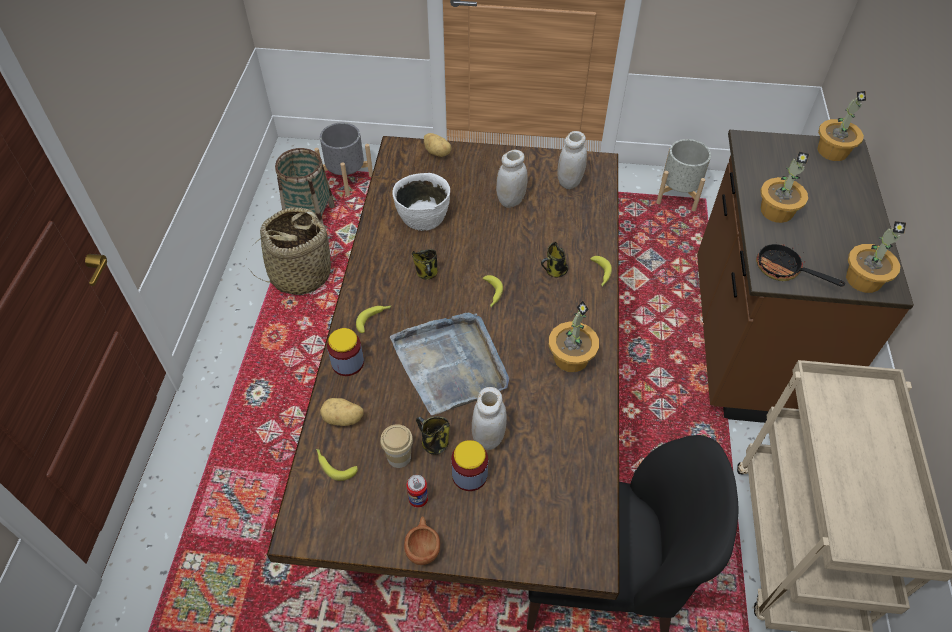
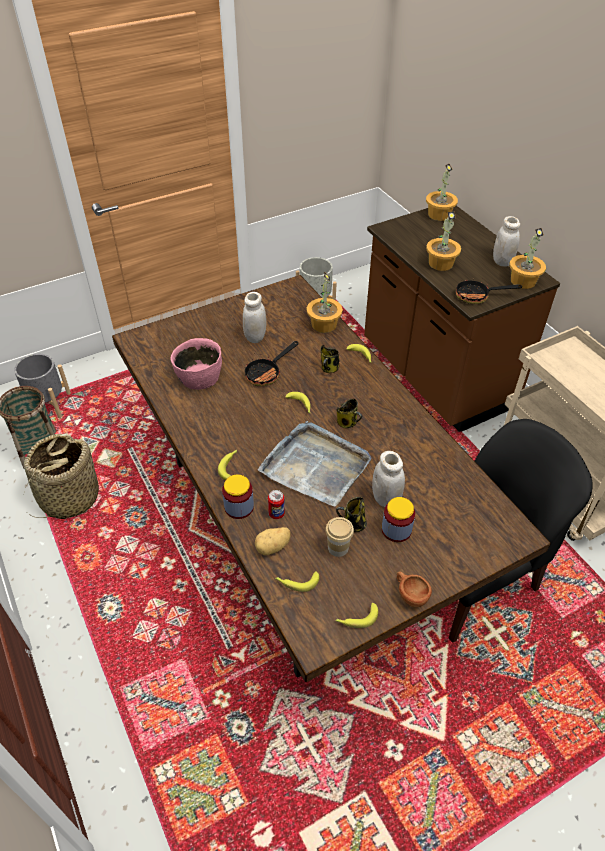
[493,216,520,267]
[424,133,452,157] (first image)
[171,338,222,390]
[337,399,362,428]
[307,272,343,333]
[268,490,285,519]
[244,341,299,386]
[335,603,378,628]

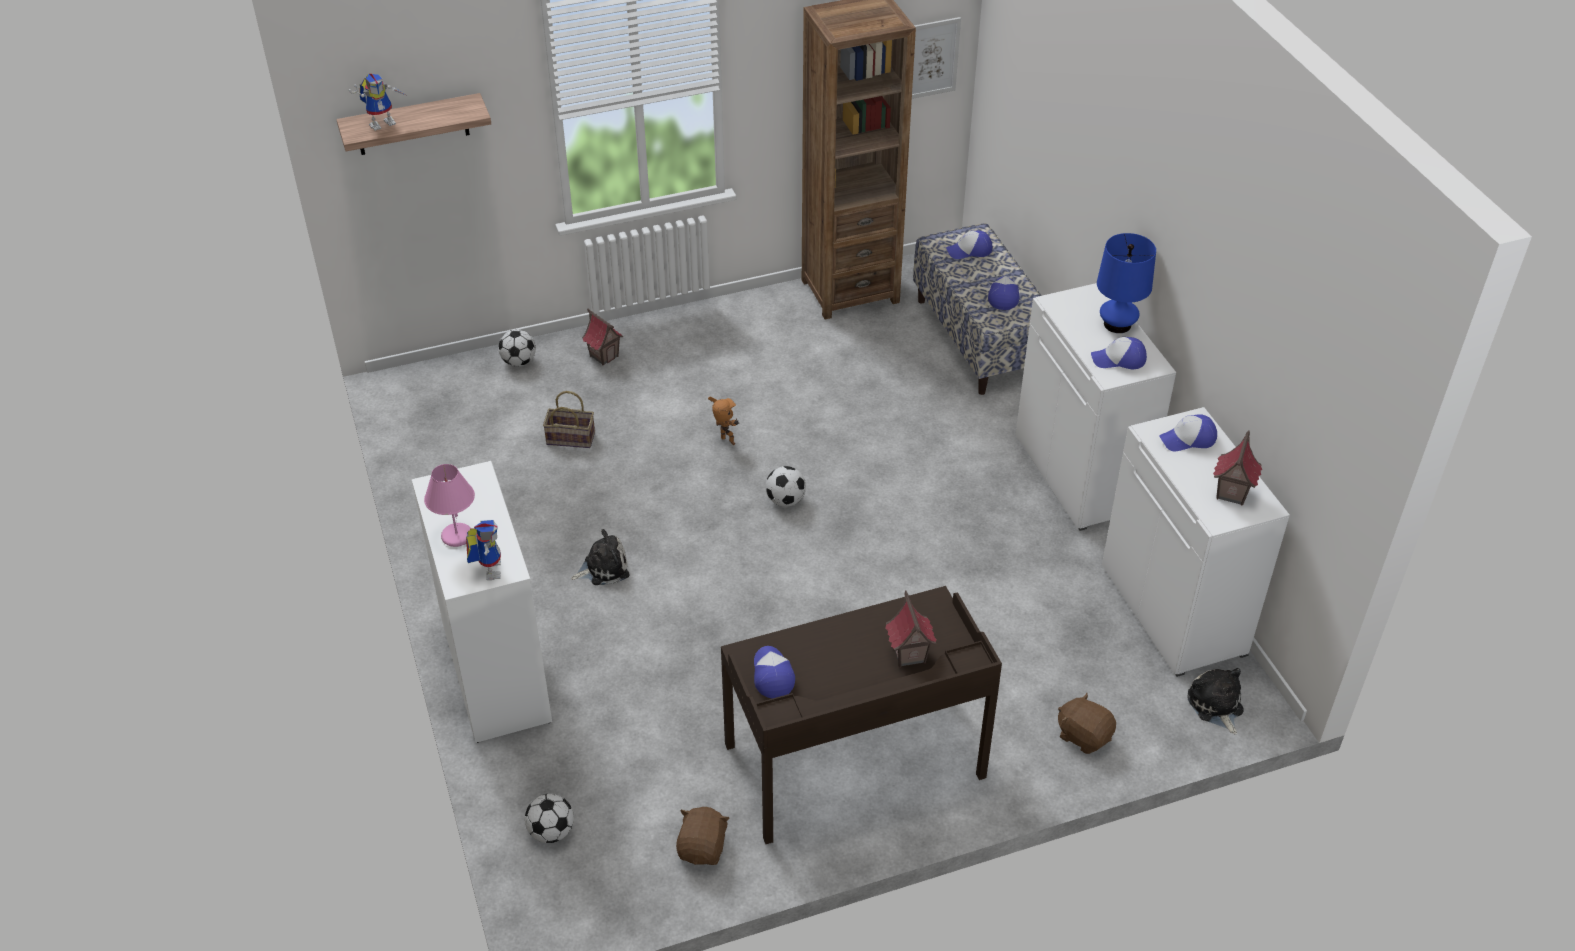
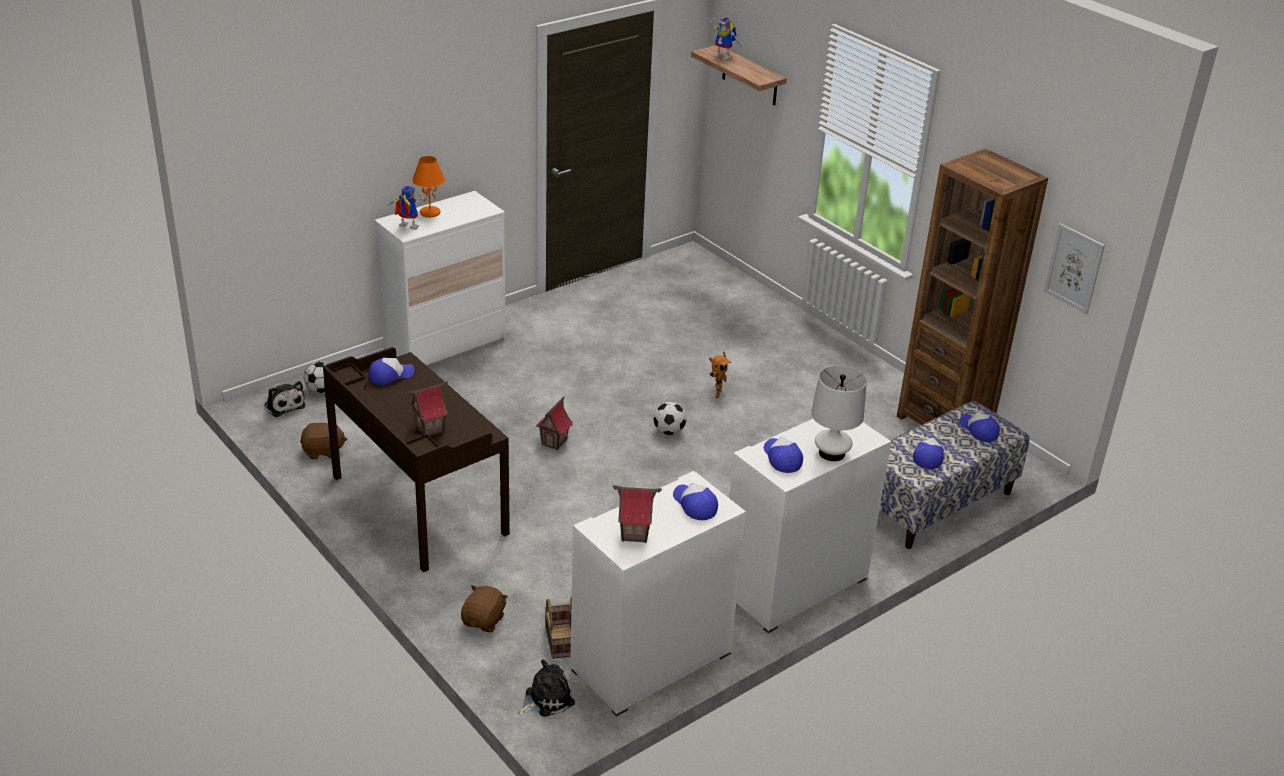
[811,365,867,461]
[913,438,944,469]
[536,396,573,450]
[498,329,536,366] (first image)
[544,597,572,659]
[412,156,445,217]
[386,186,426,230]
[264,381,305,417]

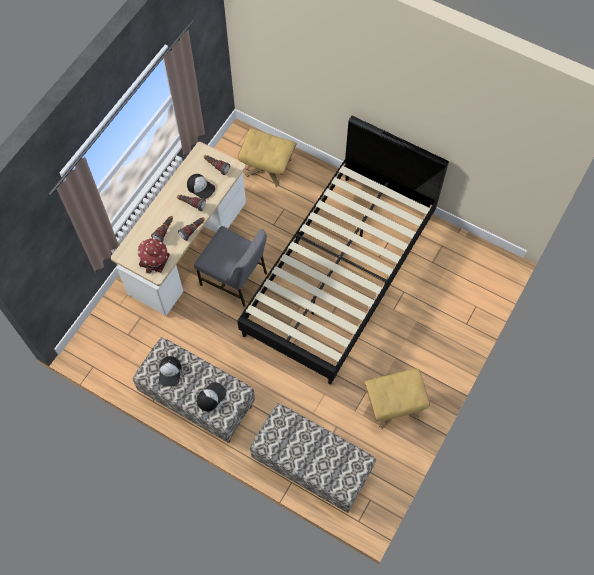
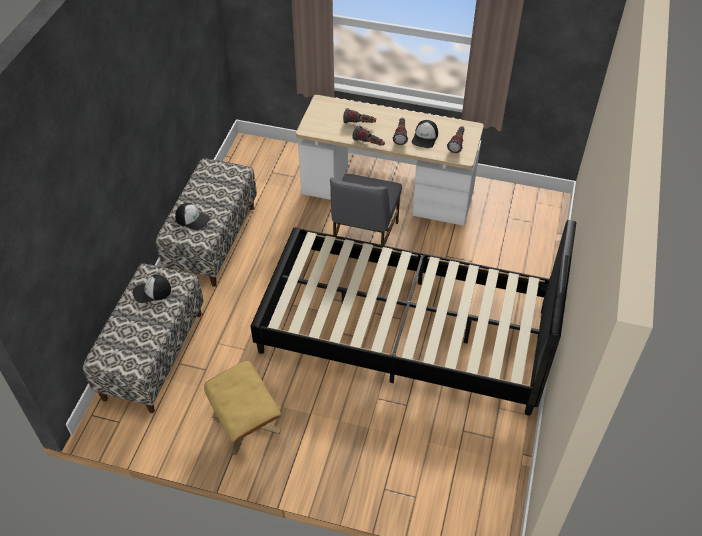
[238,128,297,187] (first image)
[138,238,170,274] (first image)
[133,275,171,303]

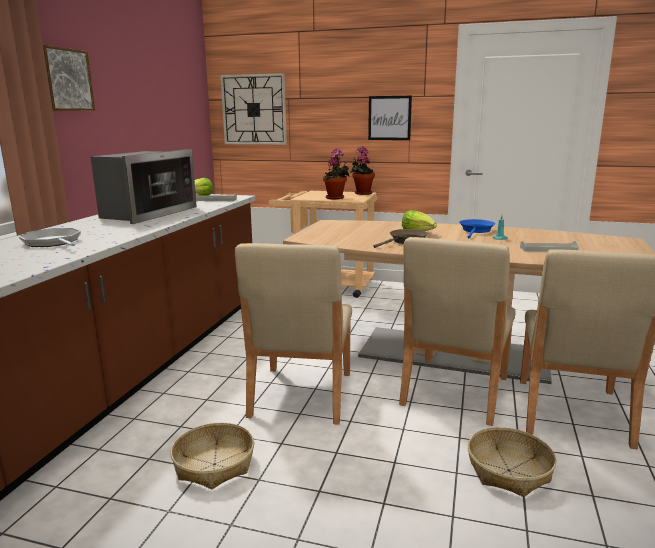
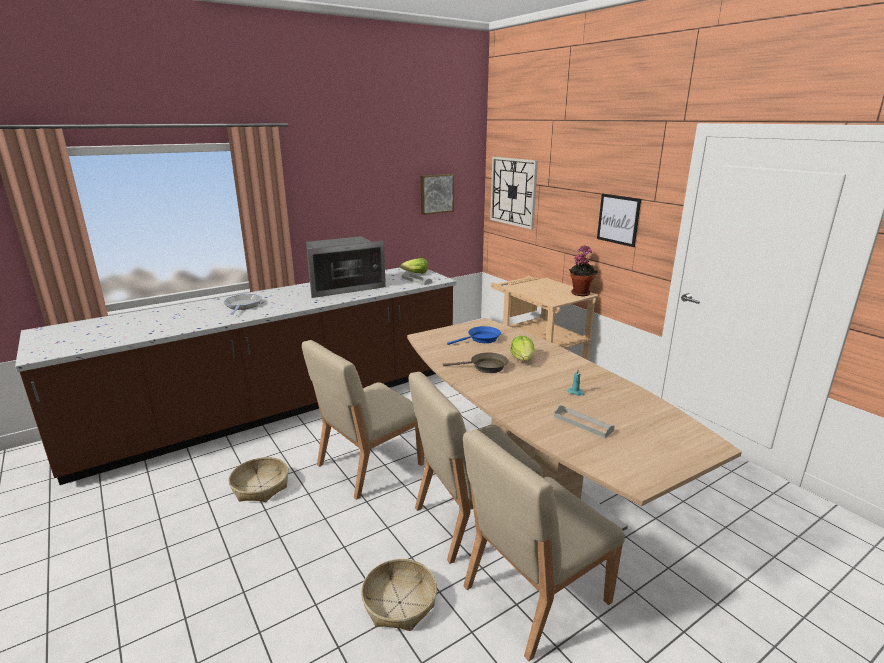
[421,174,454,215]
[323,148,349,200] (first image)
[447,326,501,345]

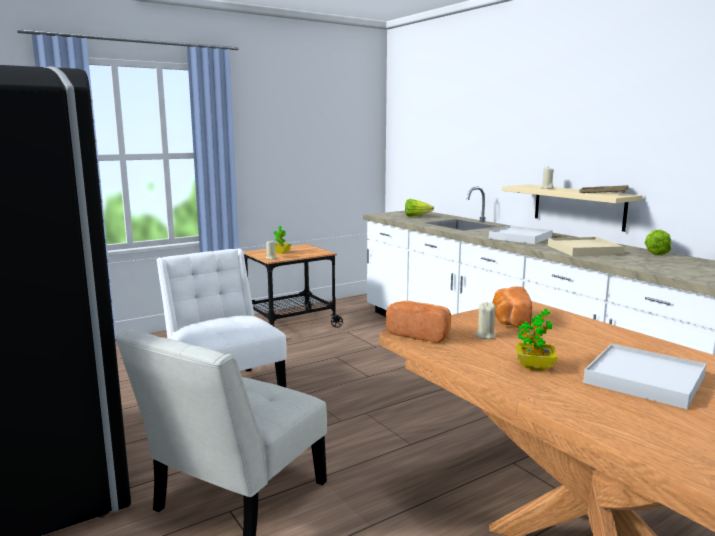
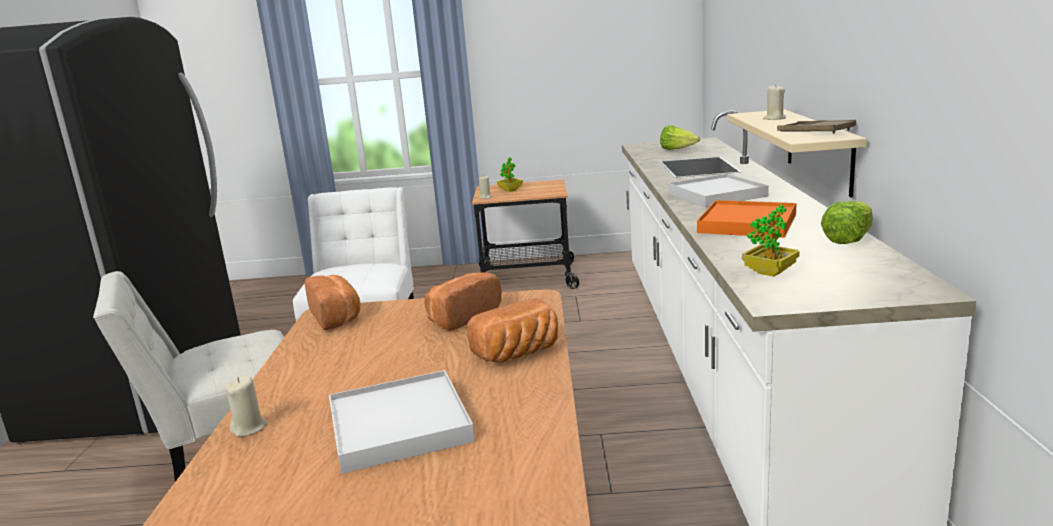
[697,200,796,238]
[225,376,268,437]
[742,205,800,277]
[467,298,558,363]

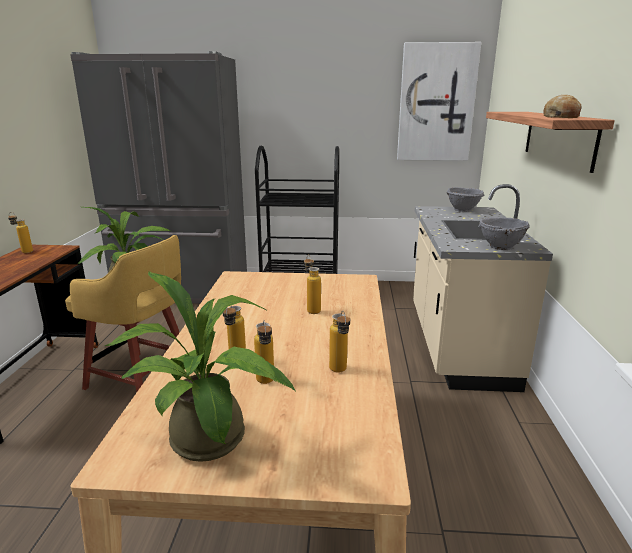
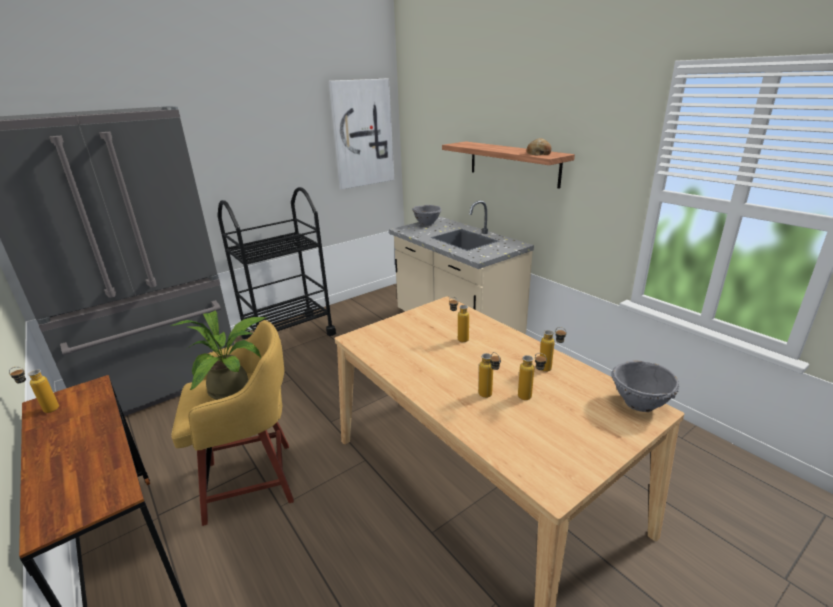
[611,361,679,412]
[105,271,296,462] (first image)

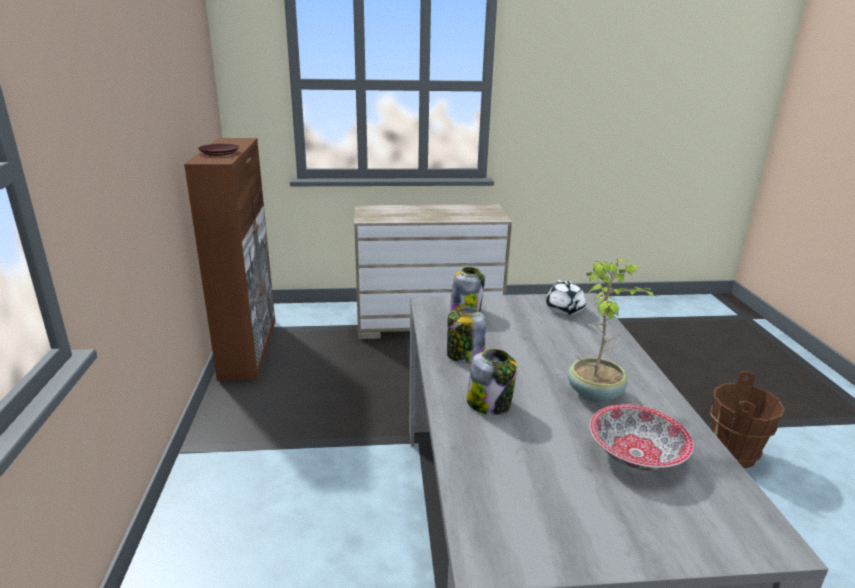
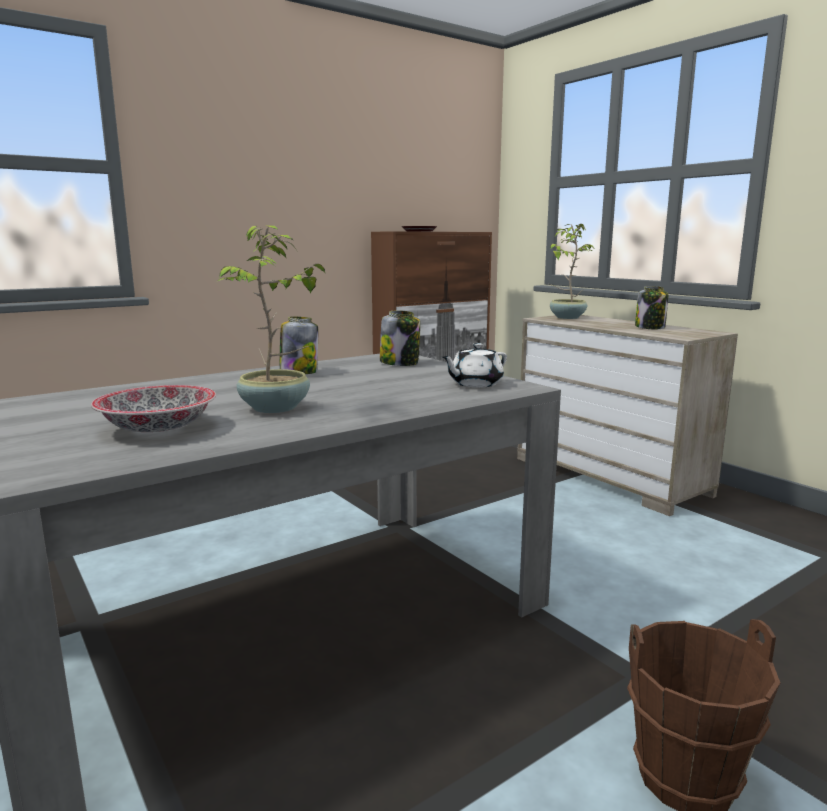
[635,286,668,329]
[550,224,594,319]

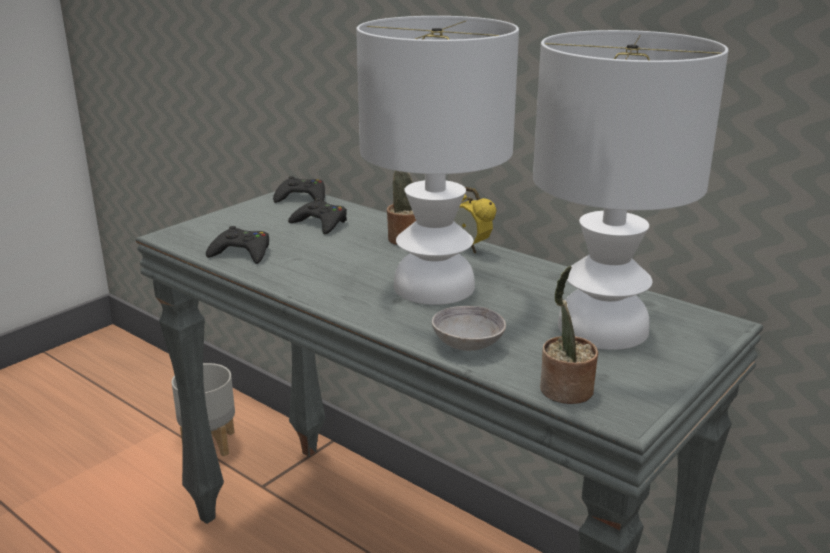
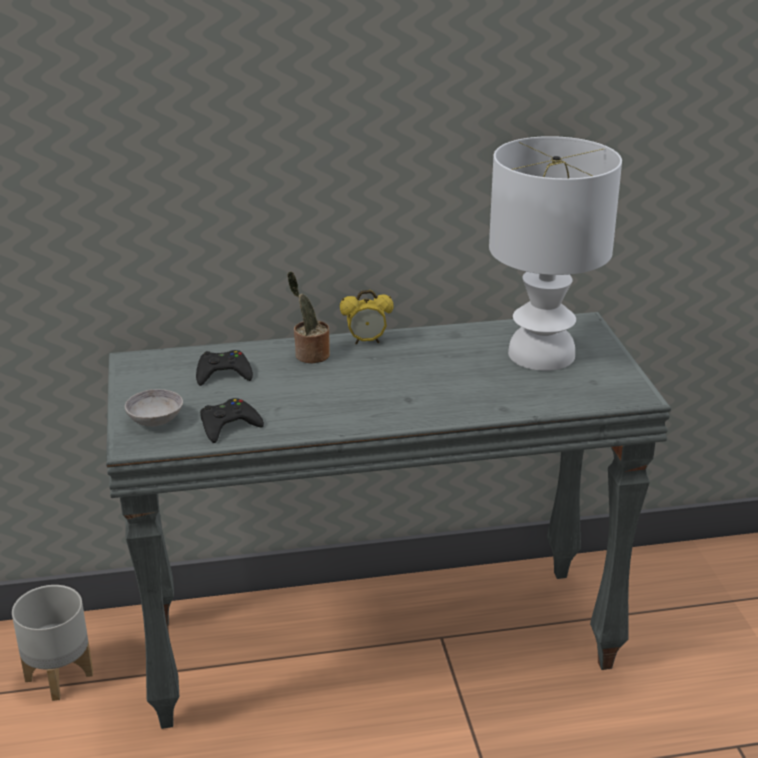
[356,16,519,305] (first image)
[273,176,325,203] (first image)
[540,266,598,404] (first image)
[125,389,183,427]

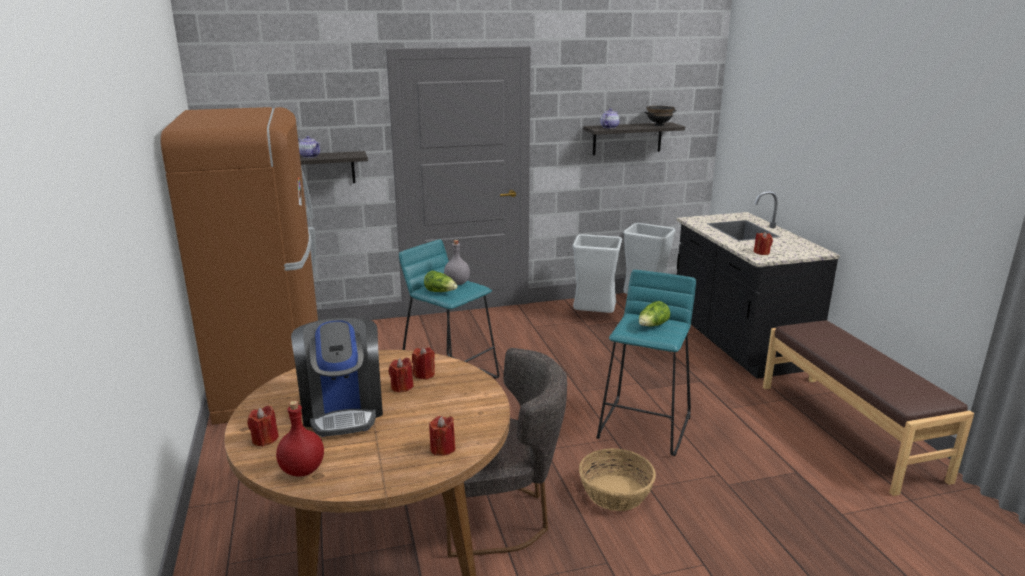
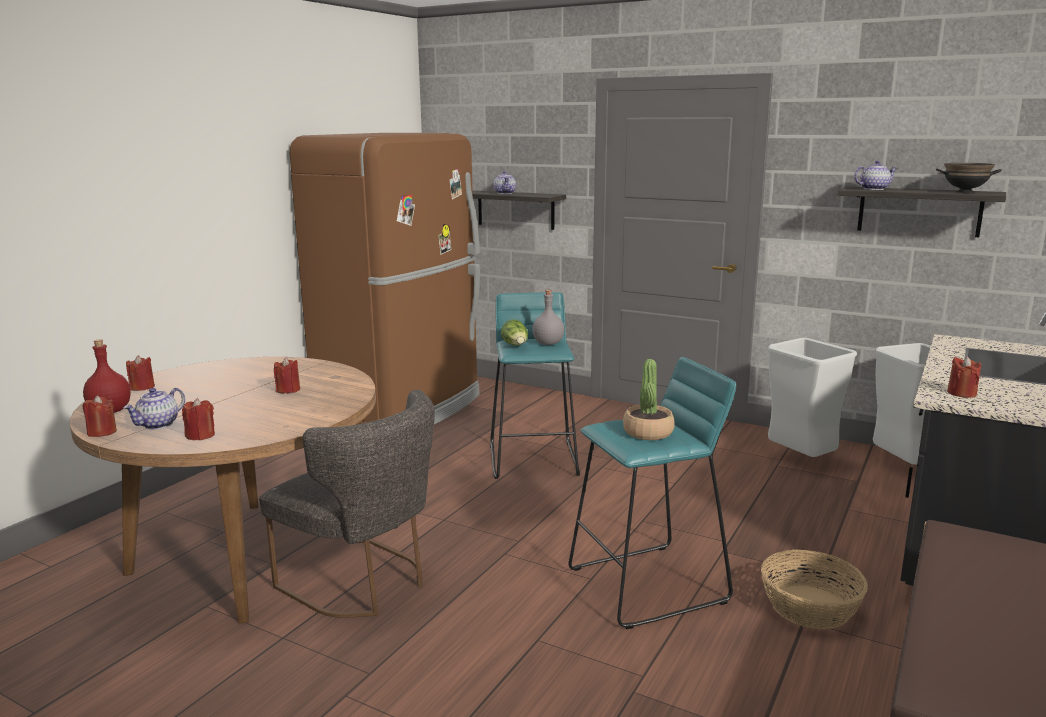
[623,359,675,440]
[291,317,383,437] (first image)
[83,395,117,437]
[761,550,868,629]
[123,388,185,429]

